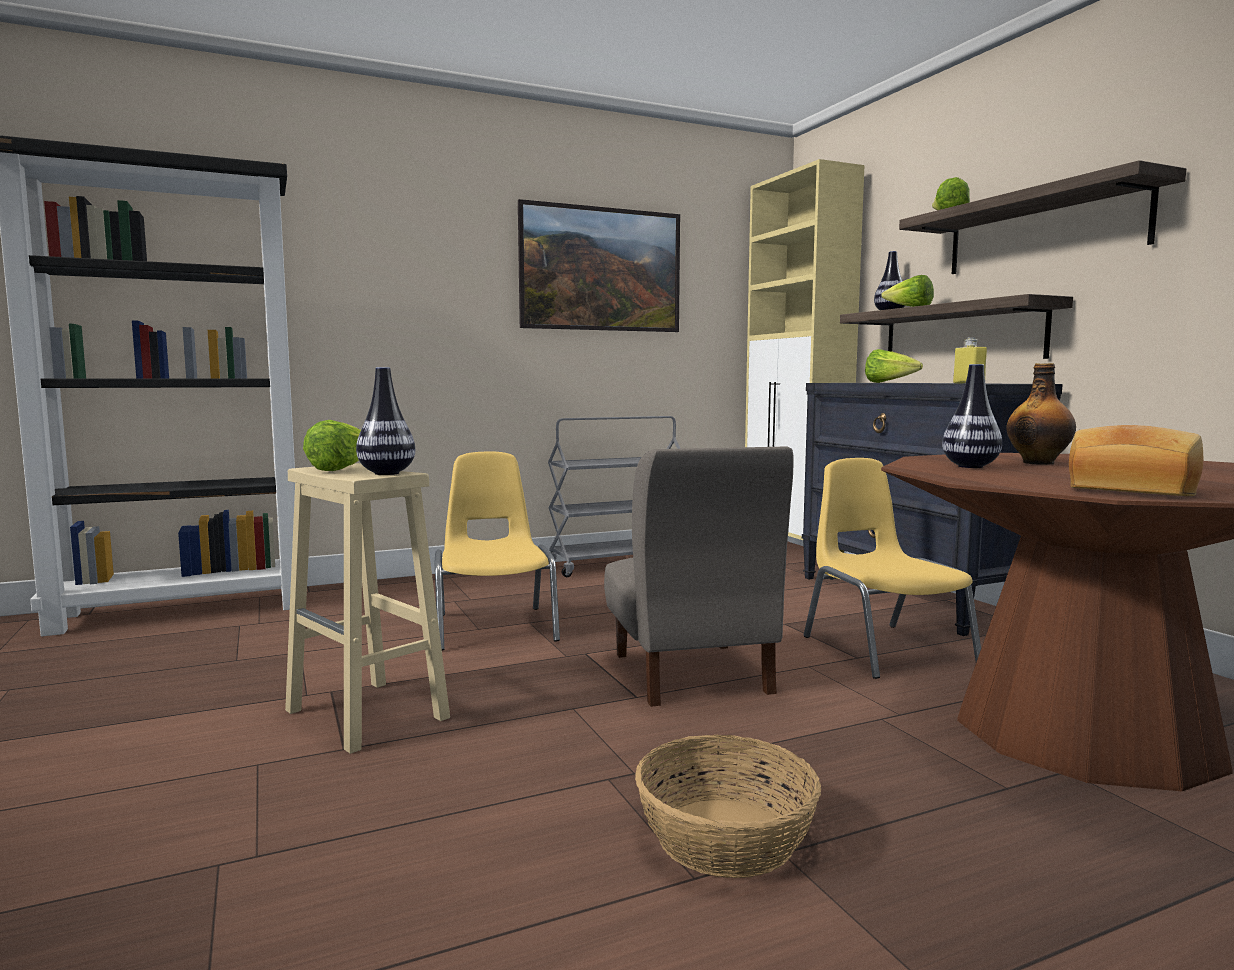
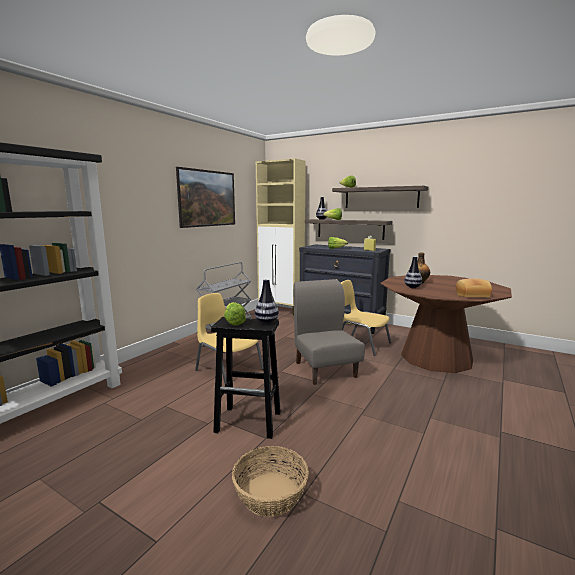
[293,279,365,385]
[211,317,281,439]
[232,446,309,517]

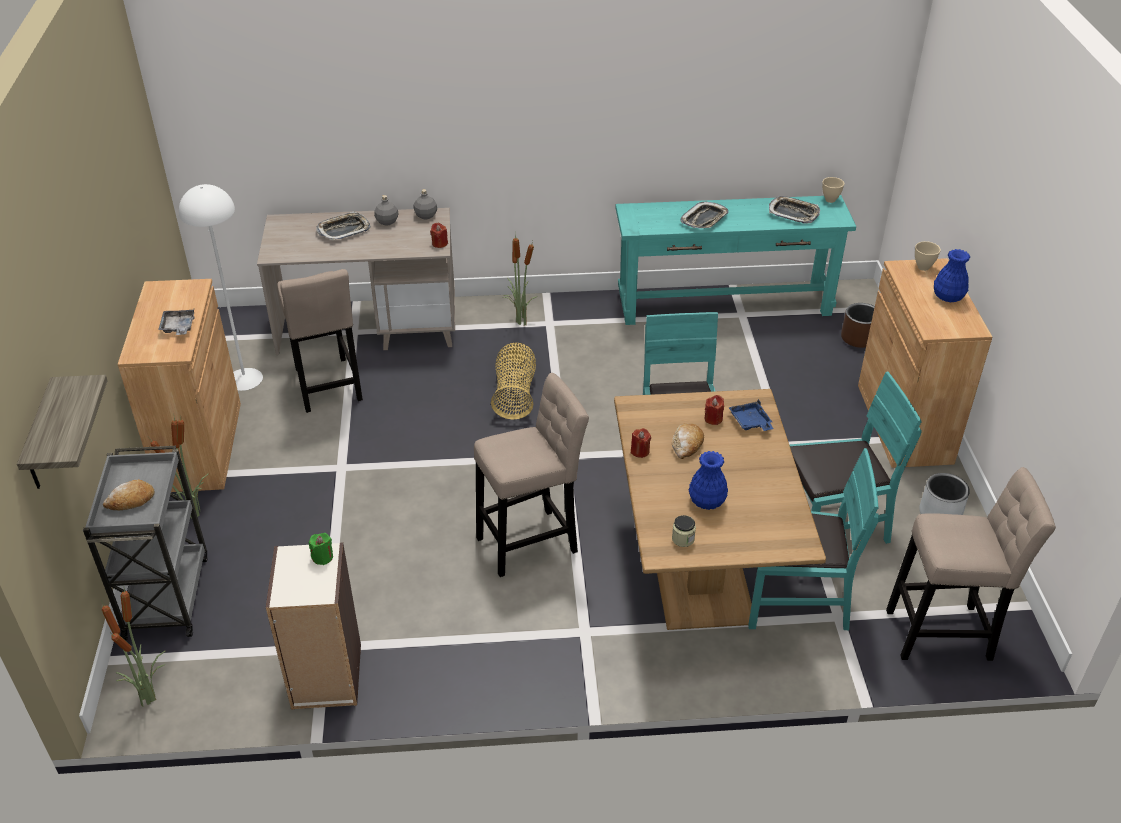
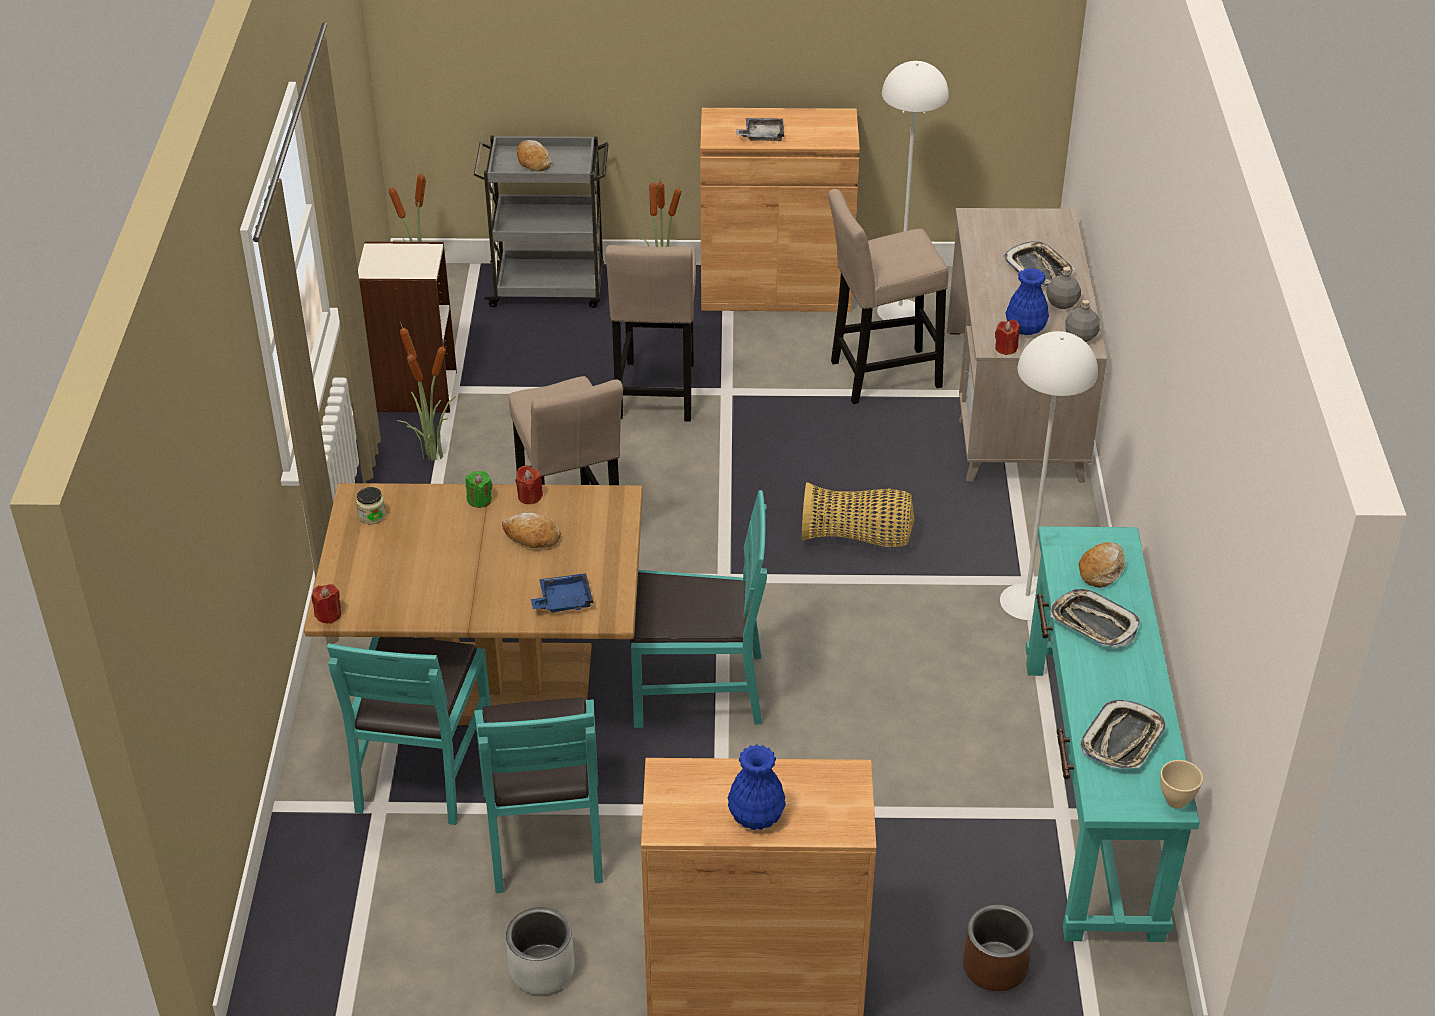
[397,322,455,461]
[915,241,941,271] (first image)
[17,375,108,489] (first image)
[312,584,341,624]
[1006,268,1049,335]
[605,244,696,422]
[466,471,492,508]
[1000,331,1098,620]
[1079,542,1125,588]

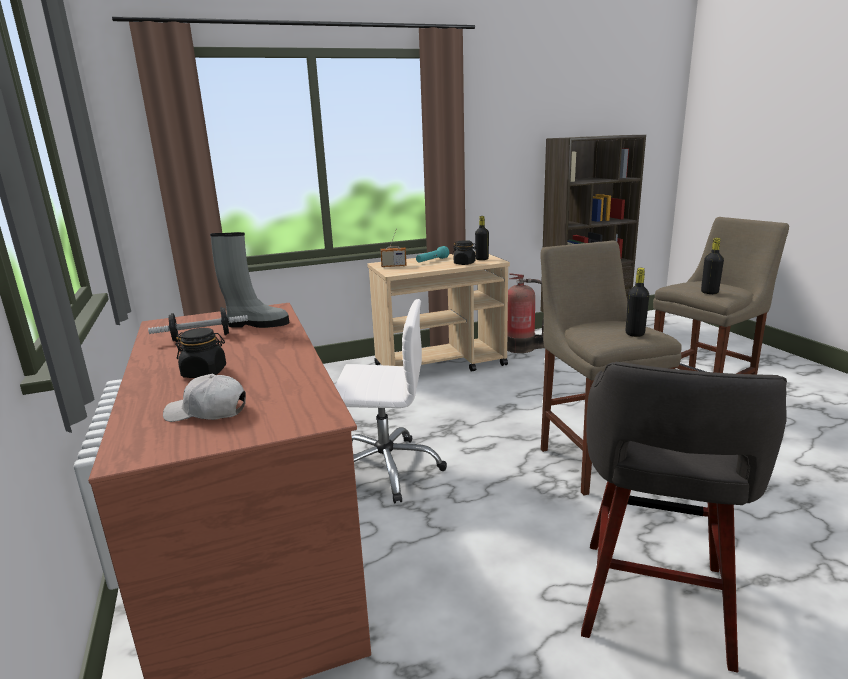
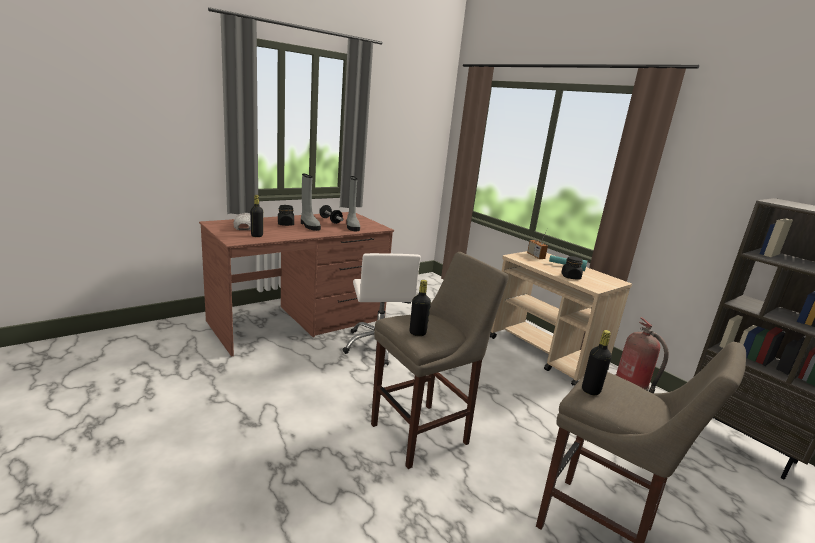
[250,195,263,237]
[581,362,787,672] (first image)
[301,174,321,231]

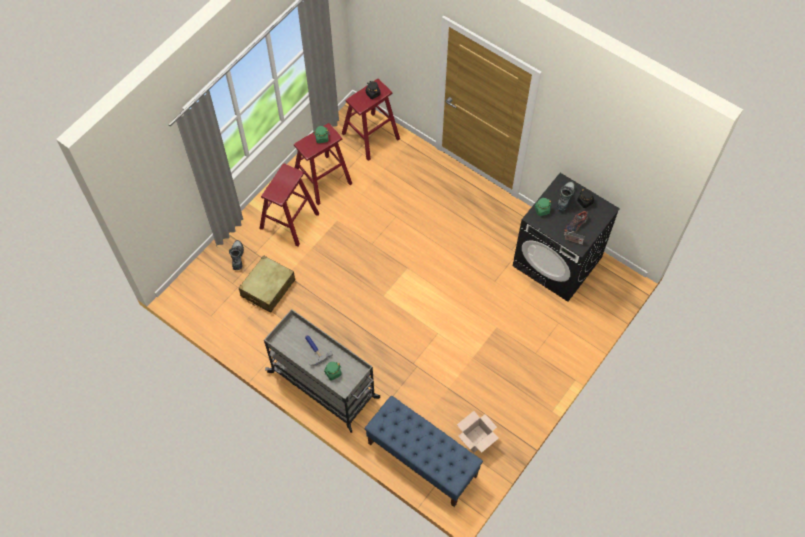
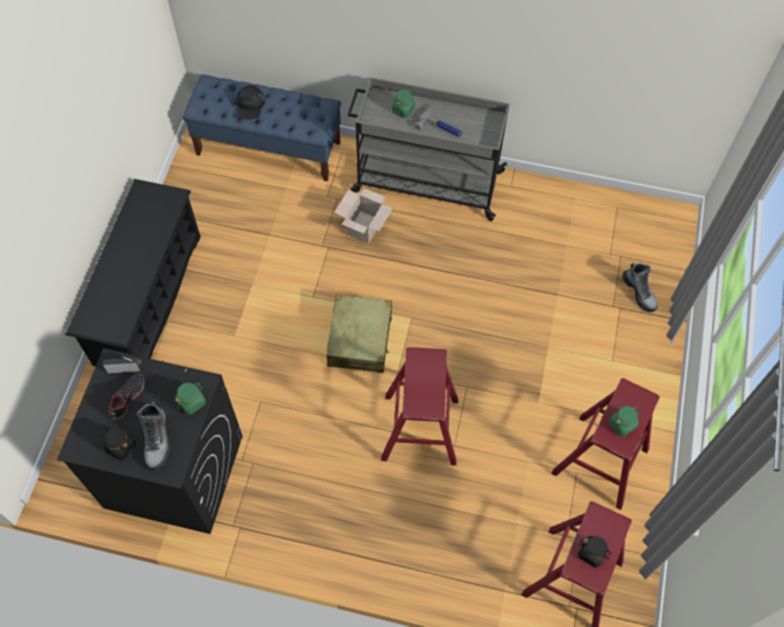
[381,347,458,465]
[327,295,392,373]
[334,188,393,244]
[237,85,265,120]
[65,179,201,366]

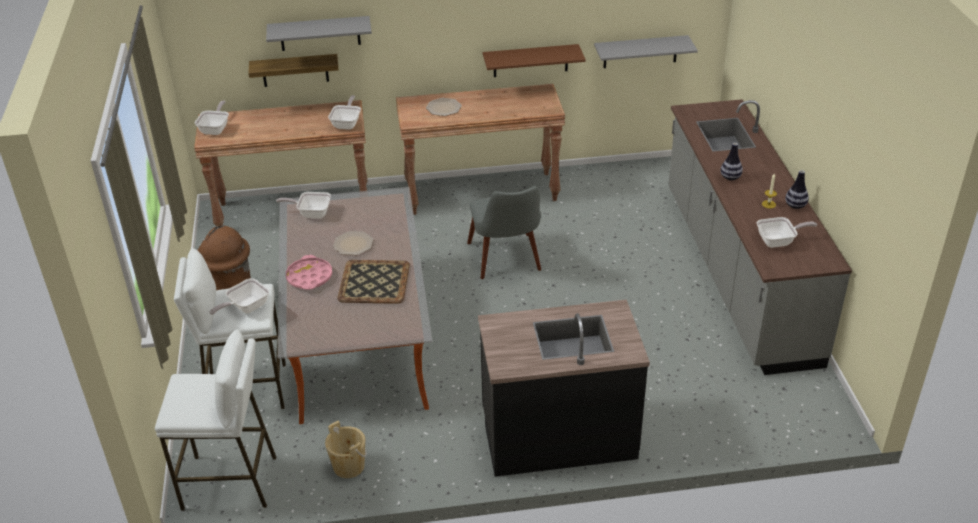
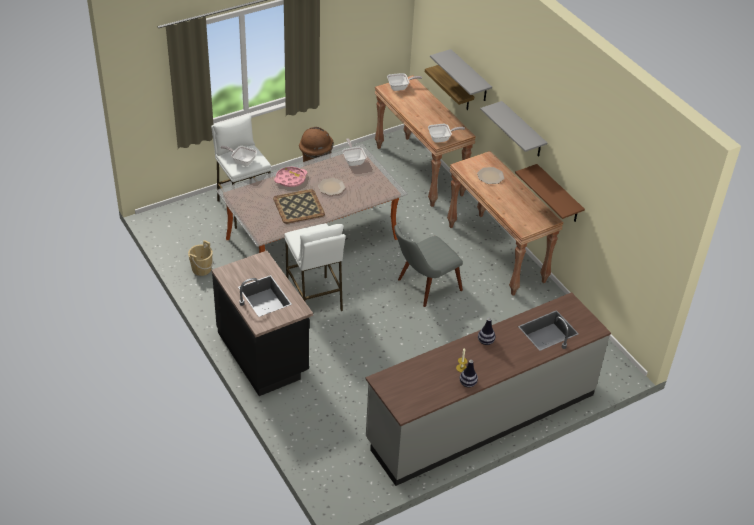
[480,101,547,157]
[757,217,817,248] (first image)
[284,223,345,311]

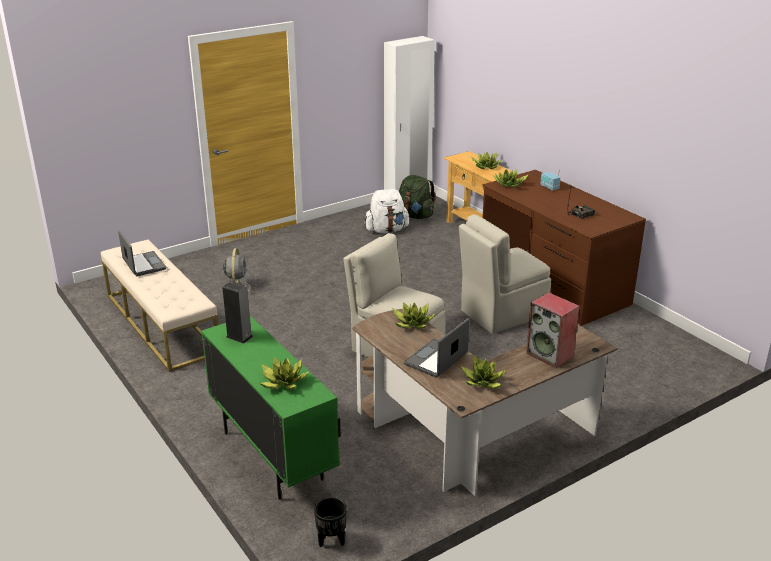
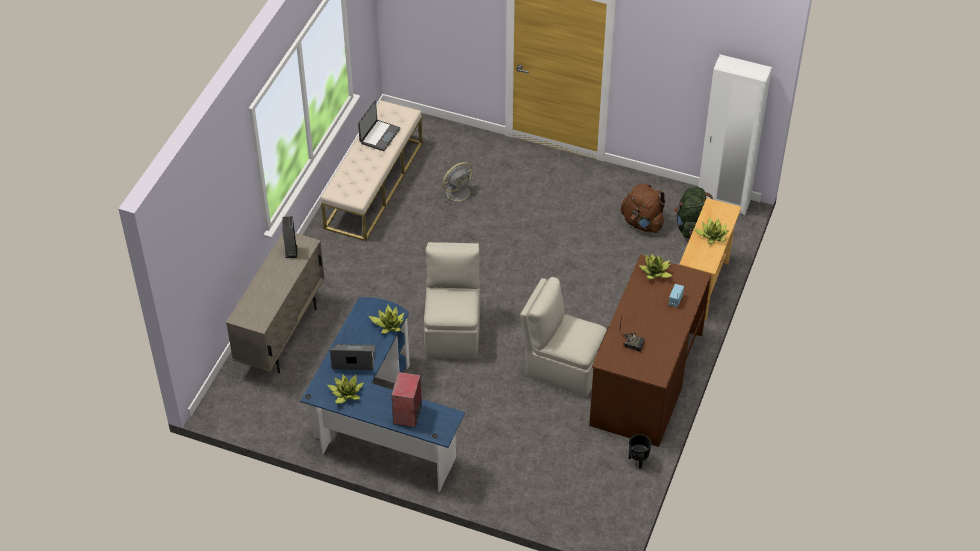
[621,184,666,233]
[300,297,465,492]
[226,232,325,373]
[260,357,308,389] (first image)
[629,434,652,469]

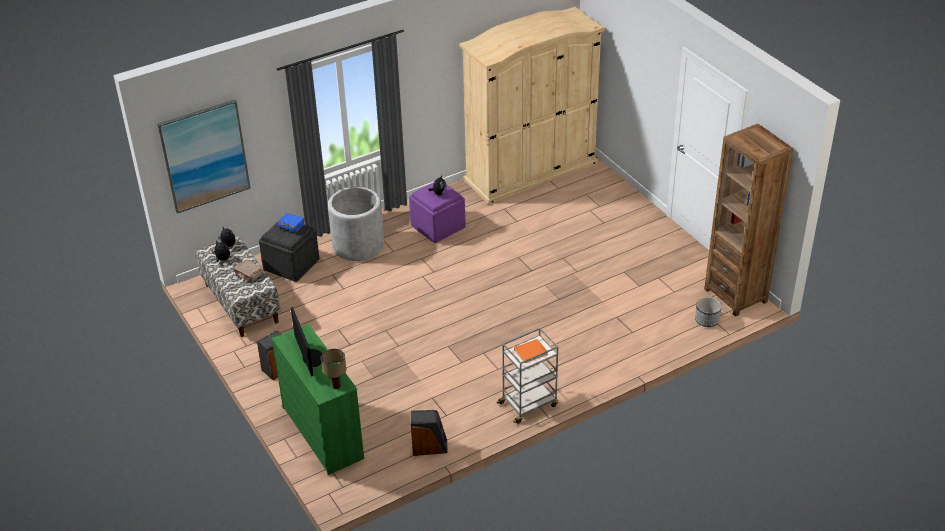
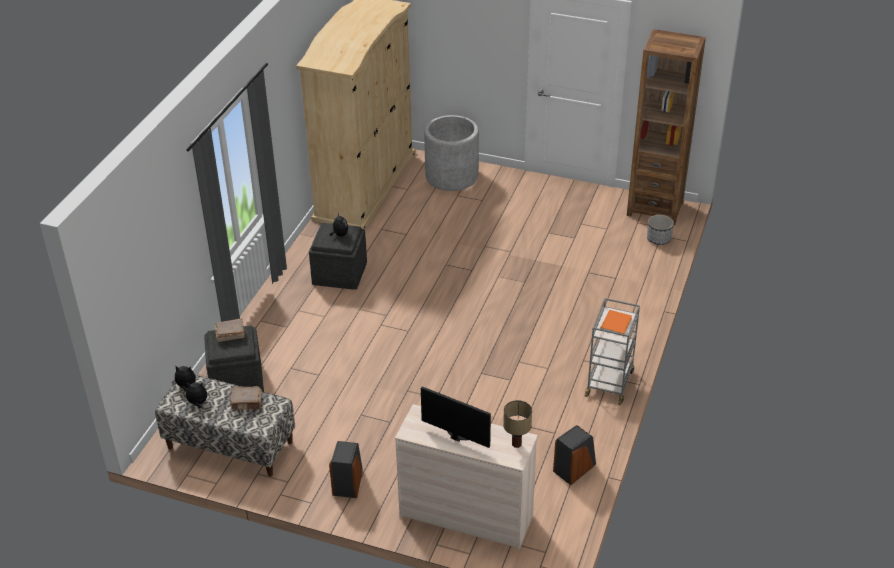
[158,100,250,214] (first image)
[309,223,367,290]
[424,115,479,191]
[215,319,245,342]
[395,404,538,550]

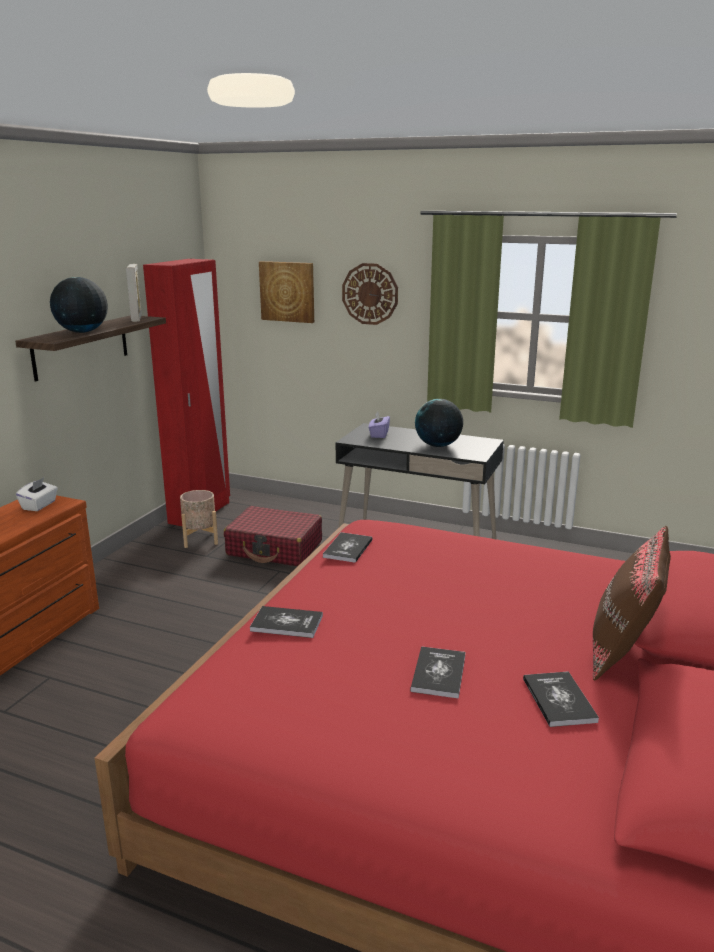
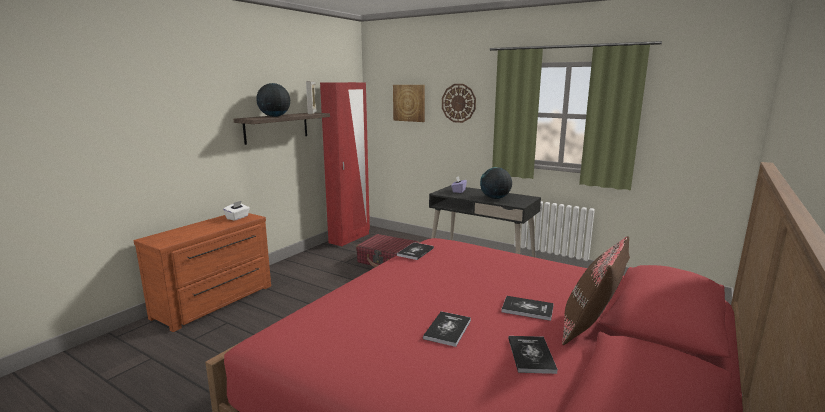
[180,490,218,548] (first image)
[501,296,554,321]

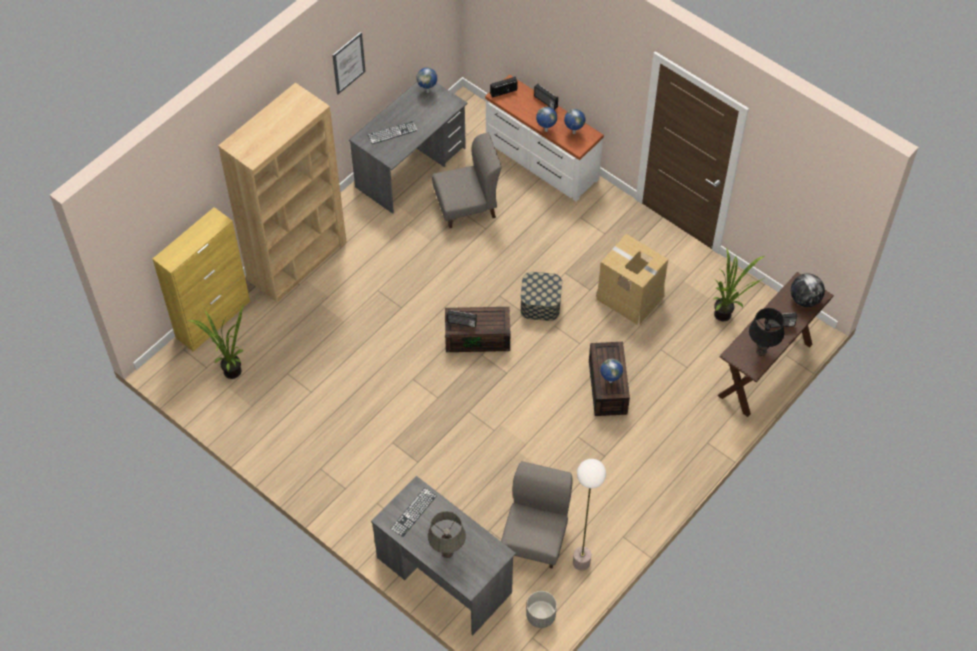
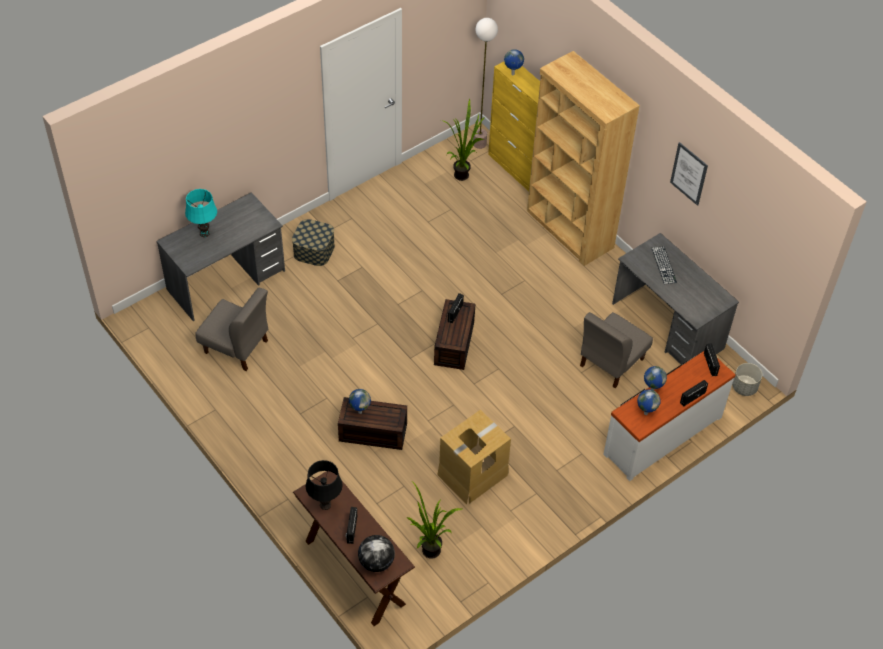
[504,49,524,75]
[580,312,653,388]
[292,219,335,266]
[473,18,498,149]
[391,488,437,537] (first image)
[185,189,217,237]
[732,363,762,396]

